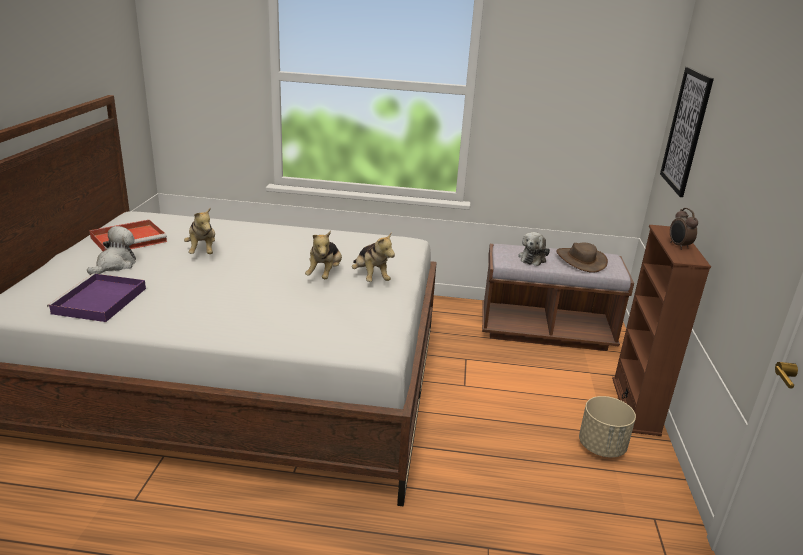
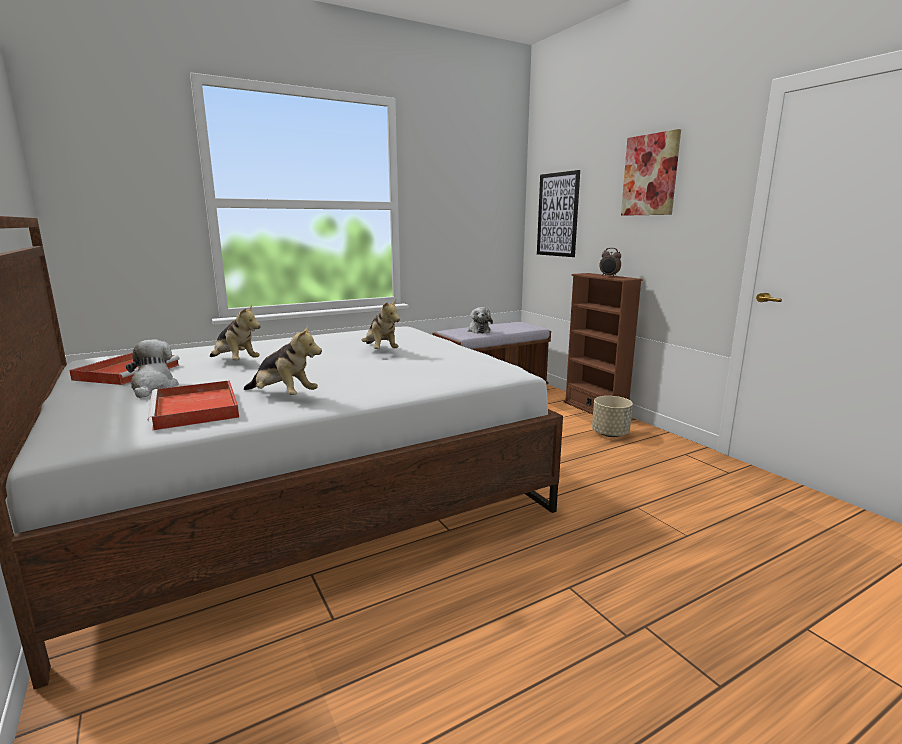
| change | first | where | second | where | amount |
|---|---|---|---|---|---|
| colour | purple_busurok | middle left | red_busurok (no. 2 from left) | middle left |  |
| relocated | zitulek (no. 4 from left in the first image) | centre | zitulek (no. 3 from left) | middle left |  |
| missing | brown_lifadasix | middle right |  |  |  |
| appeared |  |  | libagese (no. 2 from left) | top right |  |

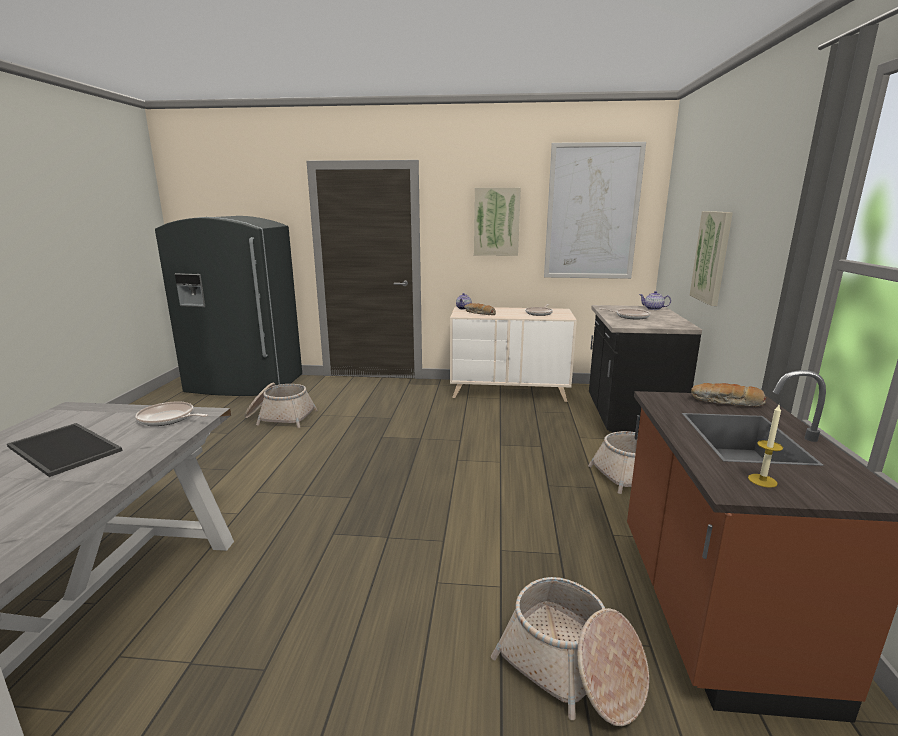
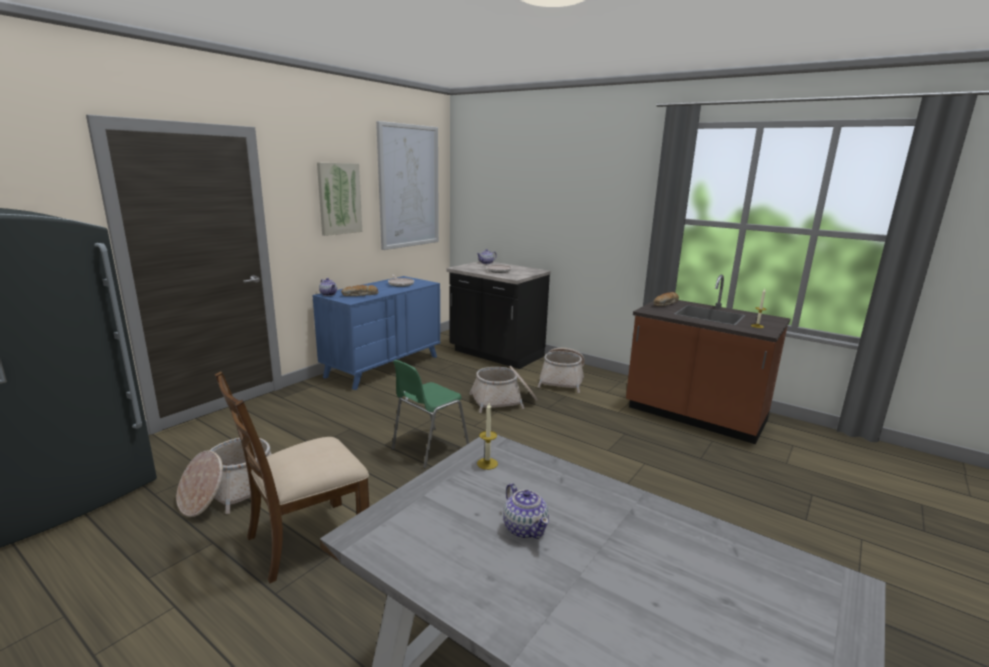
| change | first | where | second | where | amount |
|---|---|---|---|---|---|
| exchanged | busurok | middle left | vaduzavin (no. 3 from left) | bottom centre |  |
| exchanged | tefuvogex (no. 1 from left) | middle left | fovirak (no. 1 from left) | centre |  |
| colour | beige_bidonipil | centre | blue_bidonipil | centre |  |
| relocated | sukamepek (no. 2 from left) | bottom centre |  | centre |  |
| missing | libagese (no. 3 from left) | middle right |  |  |  |
| appeared |  |  | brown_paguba | bottom left |  |
| appeared |  |  | green_paguba | centre |  |

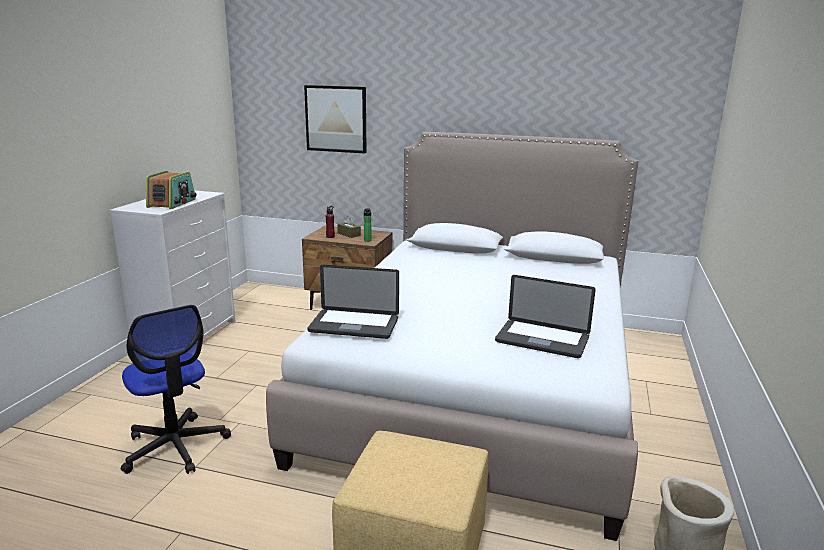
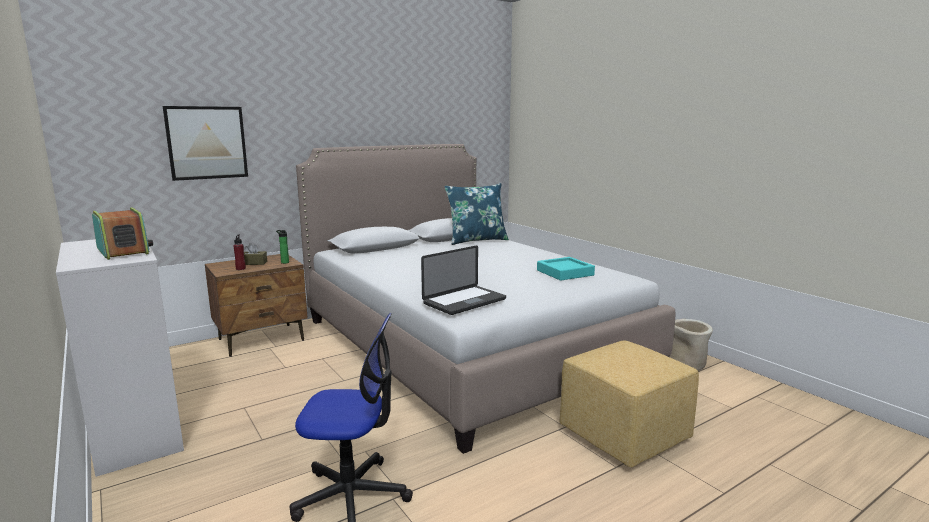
| change | first | where | second | where | amount |
|---|---|---|---|---|---|
| exchanged | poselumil (no. 2 from left) | centre | turquoise_busurok | centre |  |
| appeared |  |  | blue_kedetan | centre |  |

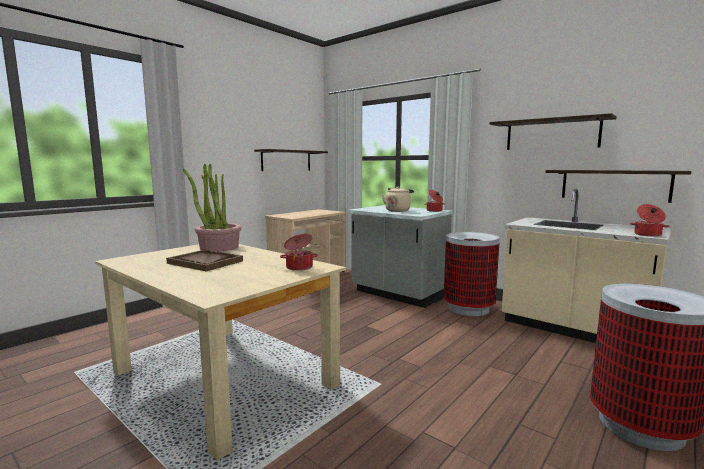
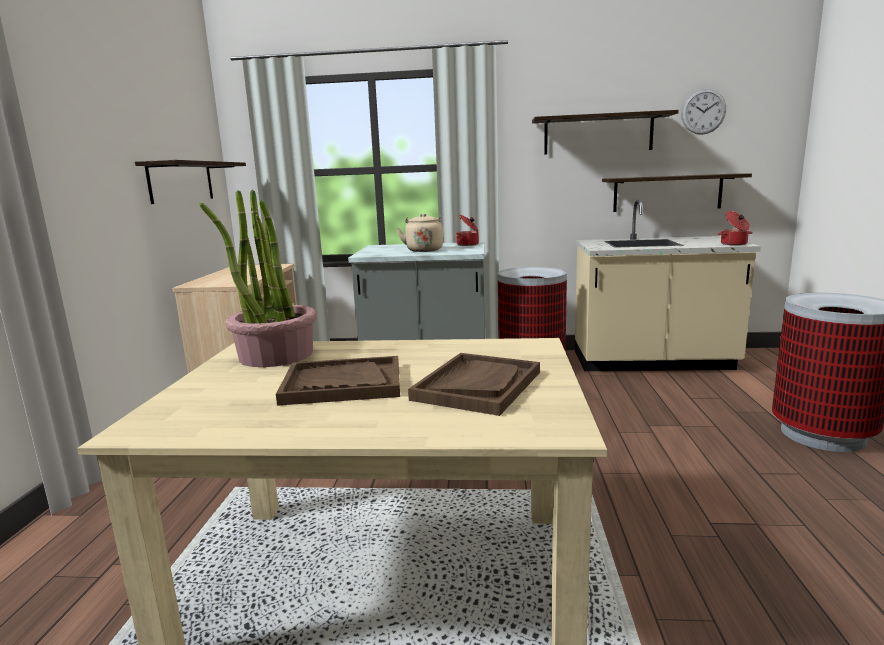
| change | first | where | second | where | amount |
|---|---|---|---|---|---|
| missing | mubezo (no. 1 from left) | centre |  |  |  |
| appeared |  |  | brown_busurok (no. 2 from left) | centre |  |
| appeared |  |  | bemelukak | top right |  |

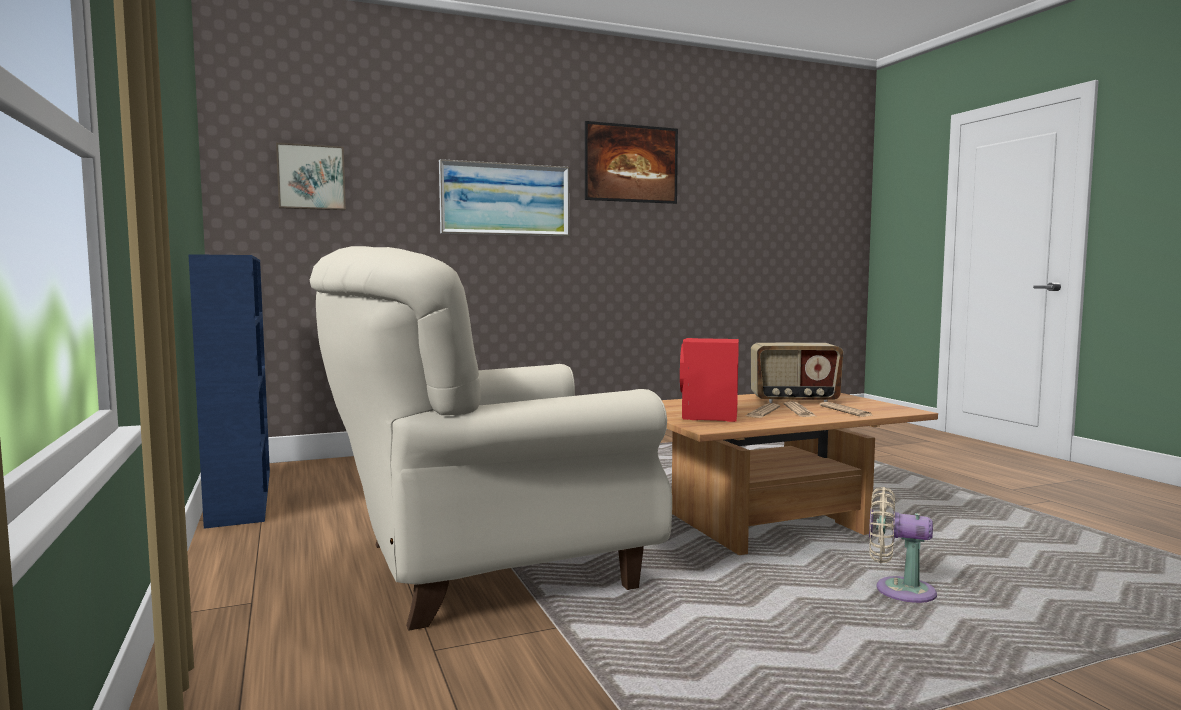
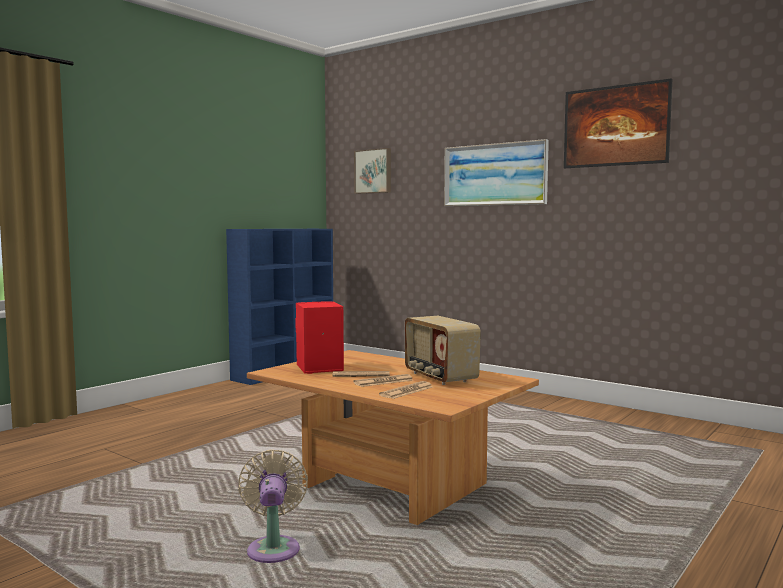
| change | first | where | second | where | amount |
|---|---|---|---|---|---|
| missing | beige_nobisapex | centre |  |  |  |

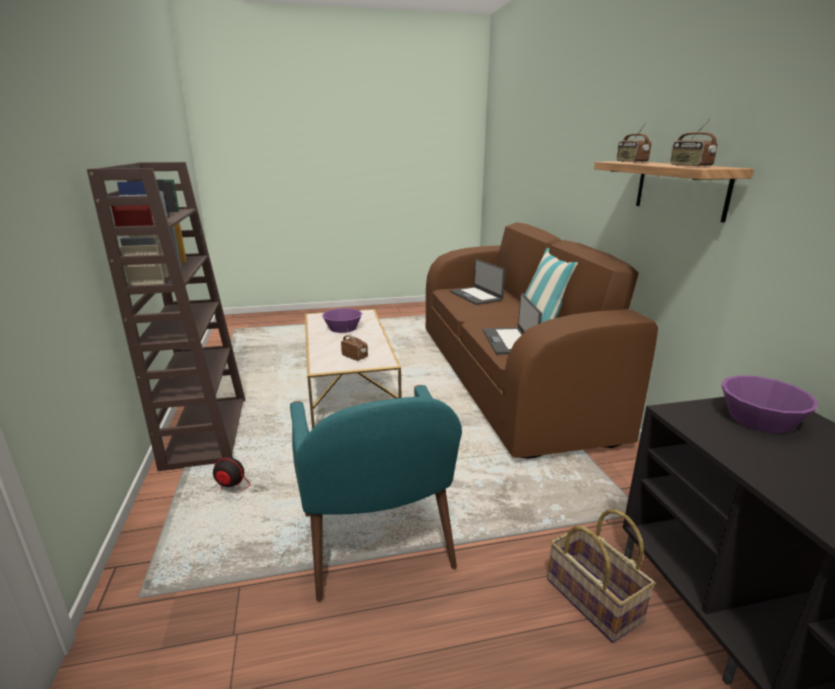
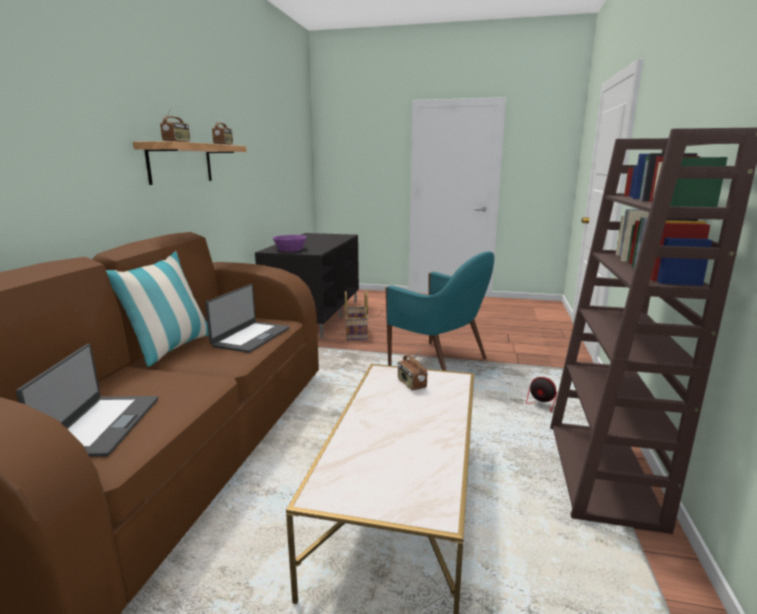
| change | first | where | second | where | amount |
|---|---|---|---|---|---|
| spun | turquoise_nobisapex | bottom centre |  | centre | 120 degrees clockwise |
| missing | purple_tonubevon (no. 1 from left) | centre |  |  |  |

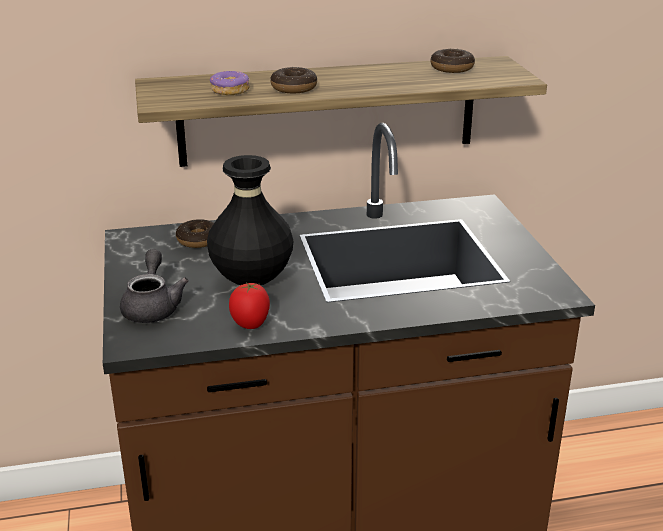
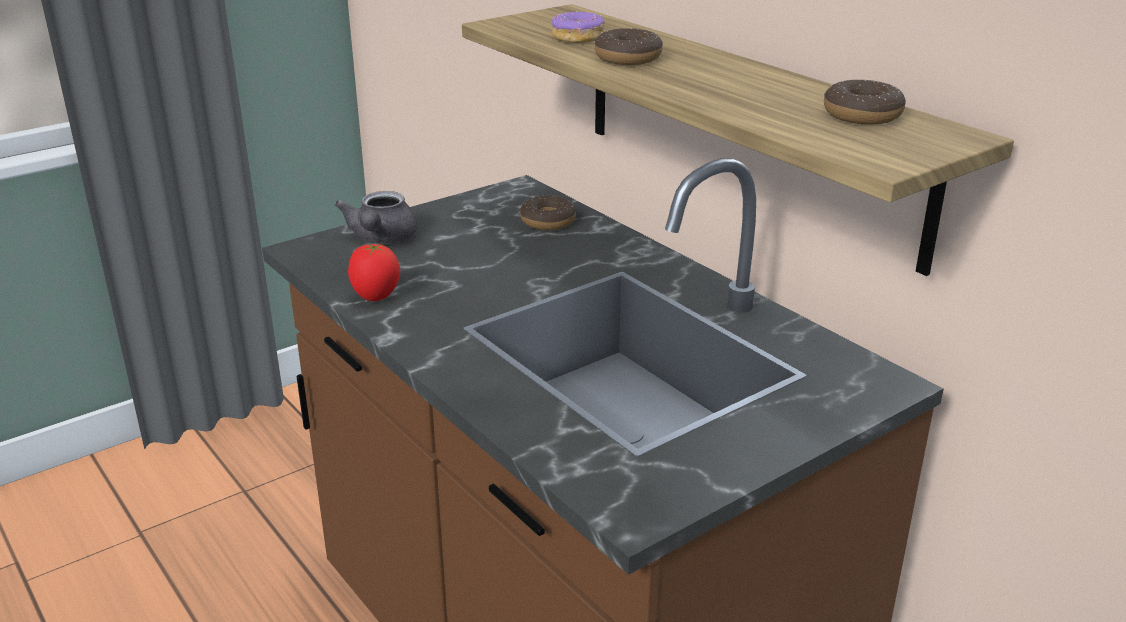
| change | first | where | second | where | amount |
|---|---|---|---|---|---|
| spun | grey_vaduzavin | middle left |  | centre | 120 degrees clockwise |
| missing | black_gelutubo | centre |  |  |  |

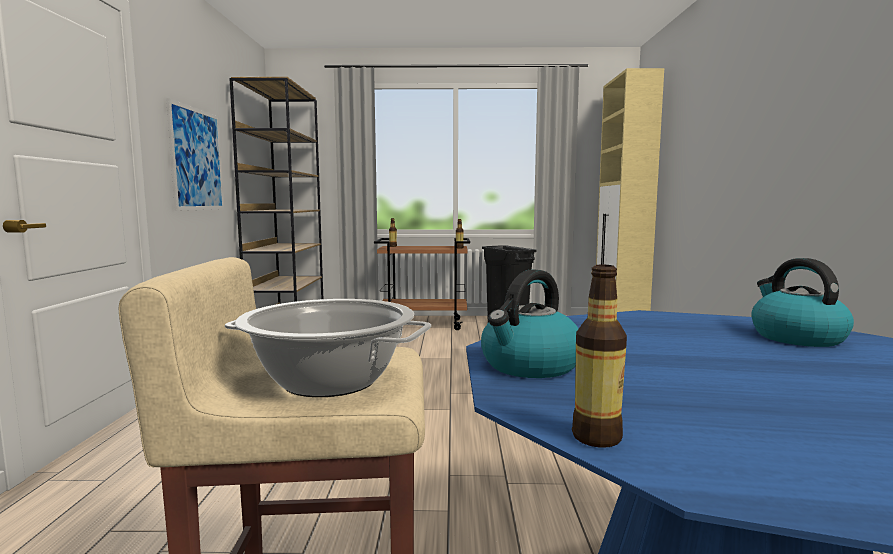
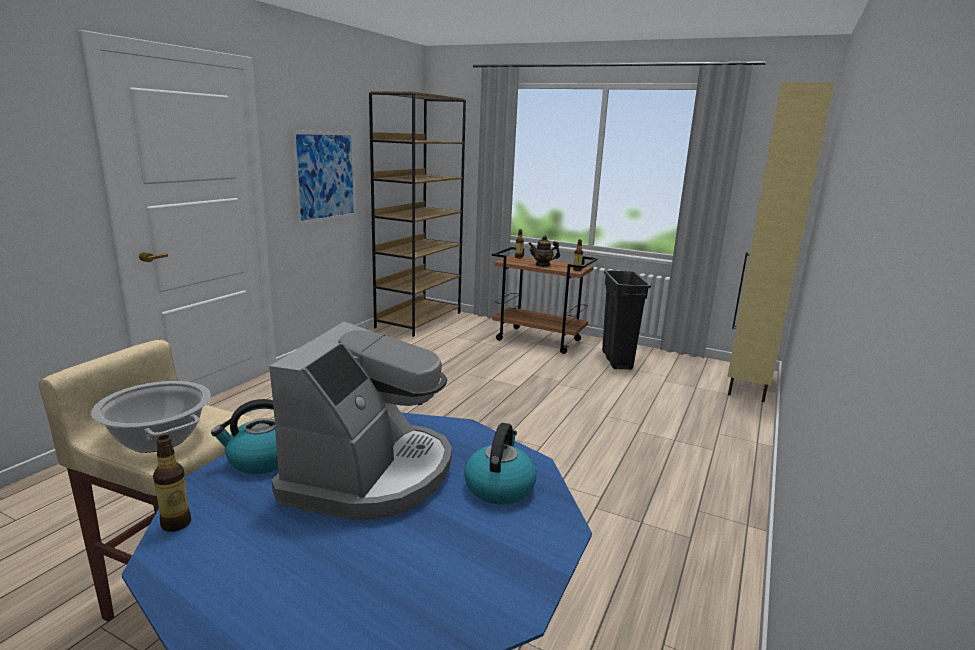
| change | first | where | second | where | amount |
|---|---|---|---|---|---|
| appeared |  |  | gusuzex | centre |  |
| appeared |  |  | vaduzavin | centre |  |

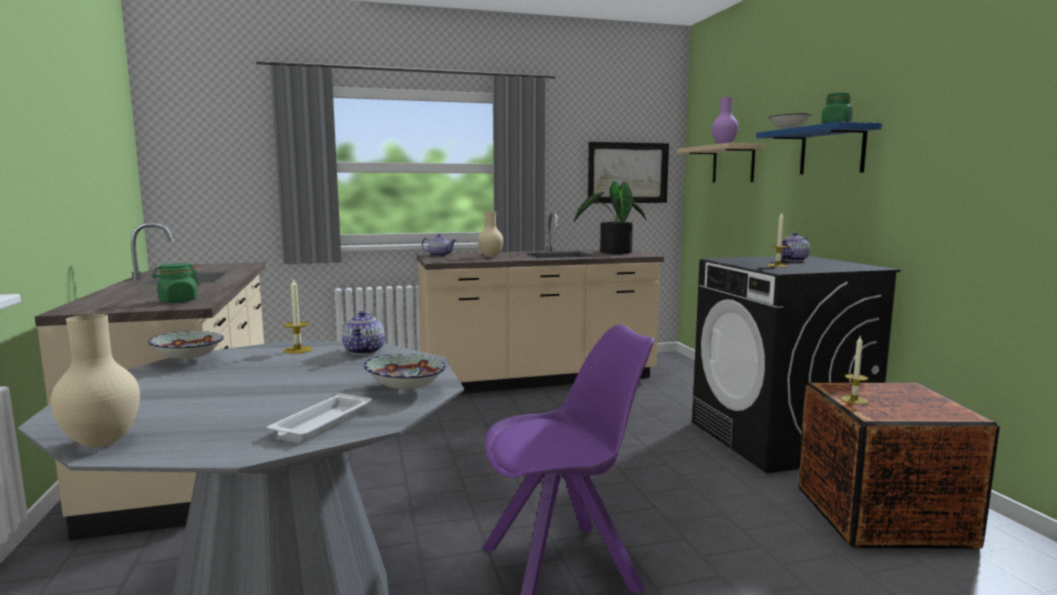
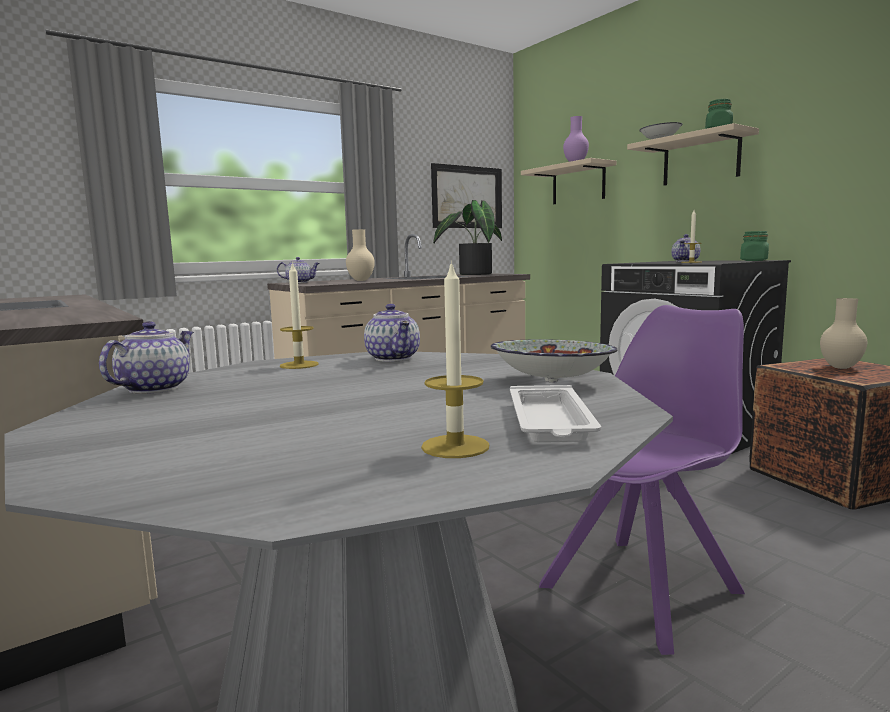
| change | first | where | second | where | amount |
|---|---|---|---|---|---|
| relocated | beige_gelutubo (no. 1 from left in the first image) | middle left | beige_gelutubo (no. 2 from left) | middle right |  |
| exchanged | tonubevon (no. 1 from left) | middle left | vaduzavin (no. 1 from left) | middle left |  |
| relocated | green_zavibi (no. 1 from left in the first image) | middle left | green_zavibi (no. 2 from left) | middle right |  |
| colour | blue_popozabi | top right | beige_popozabi (no. 2 from left) | top right |  |
| relocated | fovirak (no. 3 from left in the first image) | middle right | fovirak (no. 2 from left) | centre |  |

